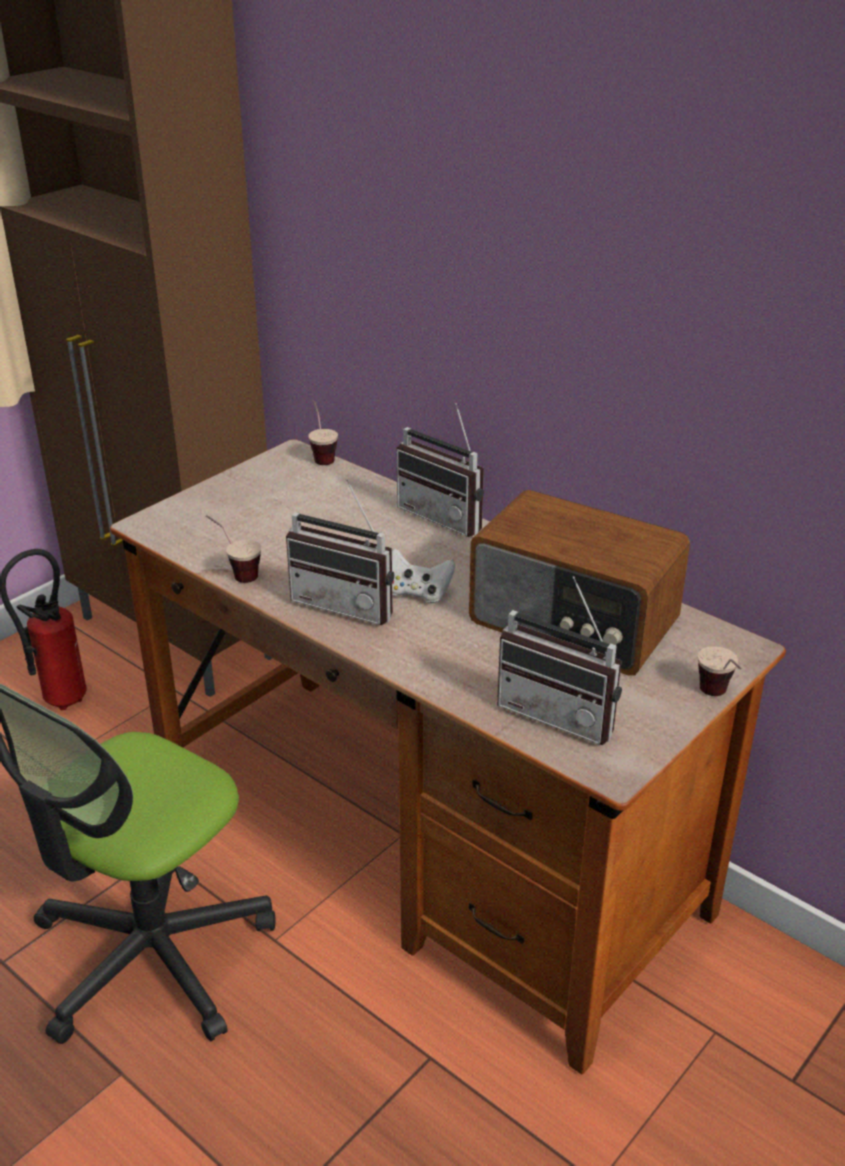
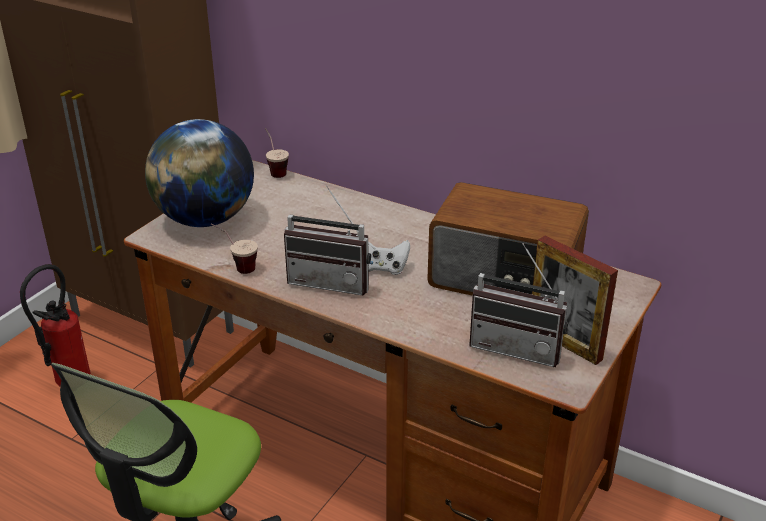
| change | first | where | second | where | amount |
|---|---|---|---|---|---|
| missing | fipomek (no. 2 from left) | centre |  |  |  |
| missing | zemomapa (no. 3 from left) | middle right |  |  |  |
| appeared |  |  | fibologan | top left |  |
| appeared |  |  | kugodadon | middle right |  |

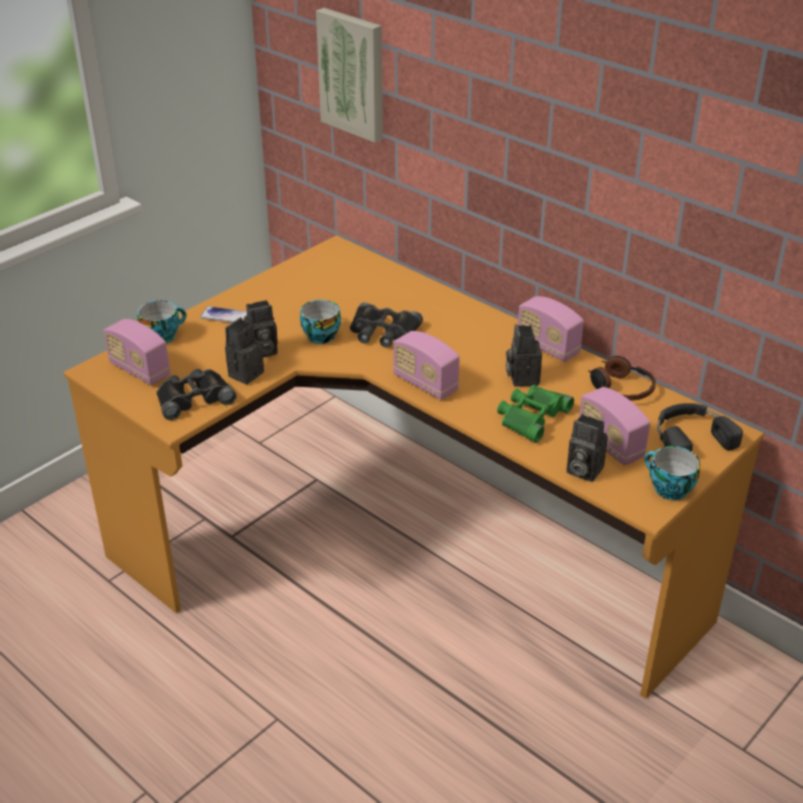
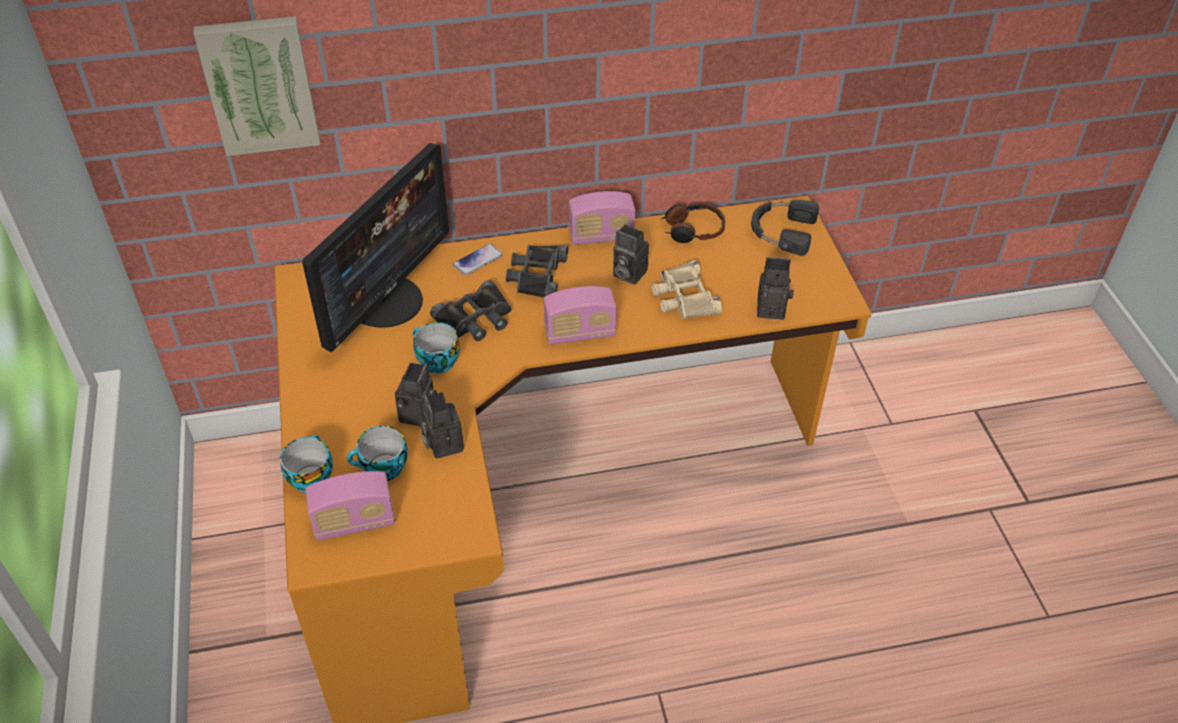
| change | first | where | second | where | amount |
|---|---|---|---|---|---|
| relocated | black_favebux (no. 1 from left in the first image) | middle left | black_favebux (no. 2 from left) | centre |  |
| relocated | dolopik | middle left |  | centre |  |
| colour | green_favebux | centre | beige_favebux | centre |  |
| spun | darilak (no. 4 from left) | middle right |  | centre | 150 degrees counterclockwise |
| missing | fipomek (no. 4 from left) | middle right |  |  |  |
| relocated | zemomapa (no. 3 from left in the first image) | middle right | zemomapa (no. 2 from left) | middle left |  |
| appeared |  |  | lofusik | middle left |  |

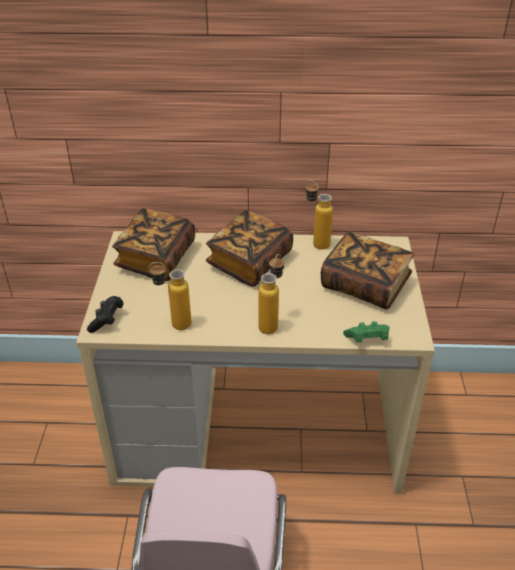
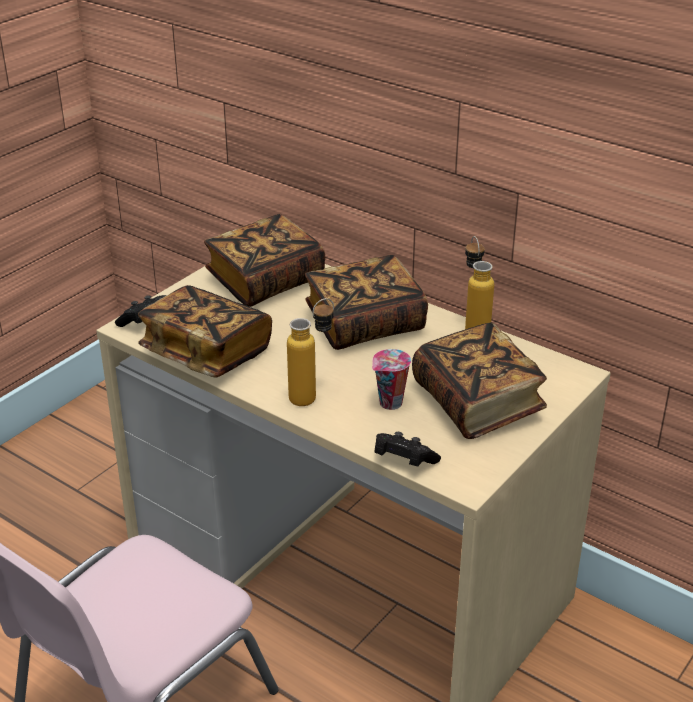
| change | first | where | second | where | amount |
|---|---|---|---|---|---|
| exchanged | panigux (no. 1 from left) | middle left | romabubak (no. 1 from left) | middle left |  |
| colour | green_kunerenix | middle right | black_kunerenix (no. 2 from left) | centre |  |
| appeared |  |  | zemomapa | centre |  |

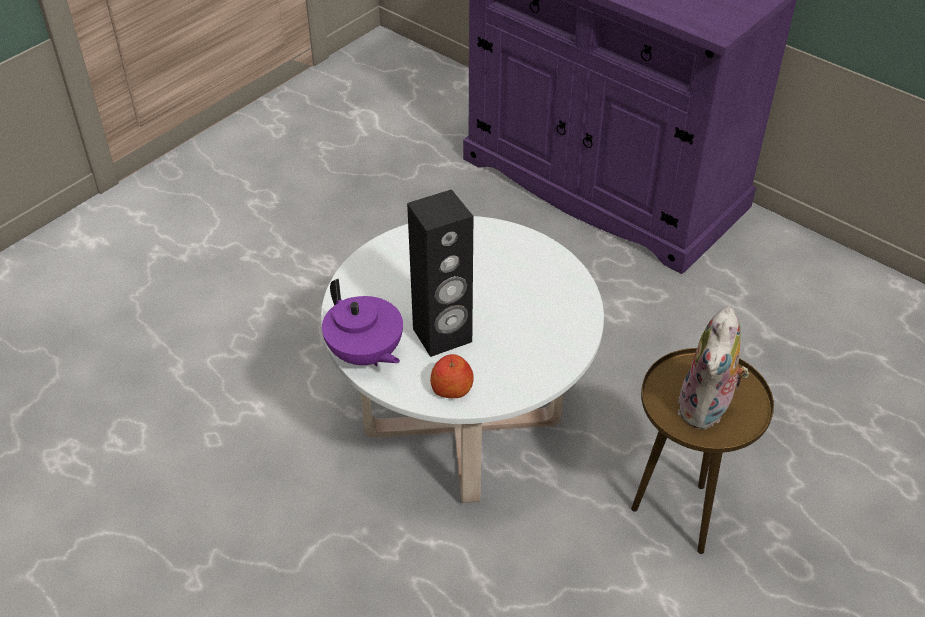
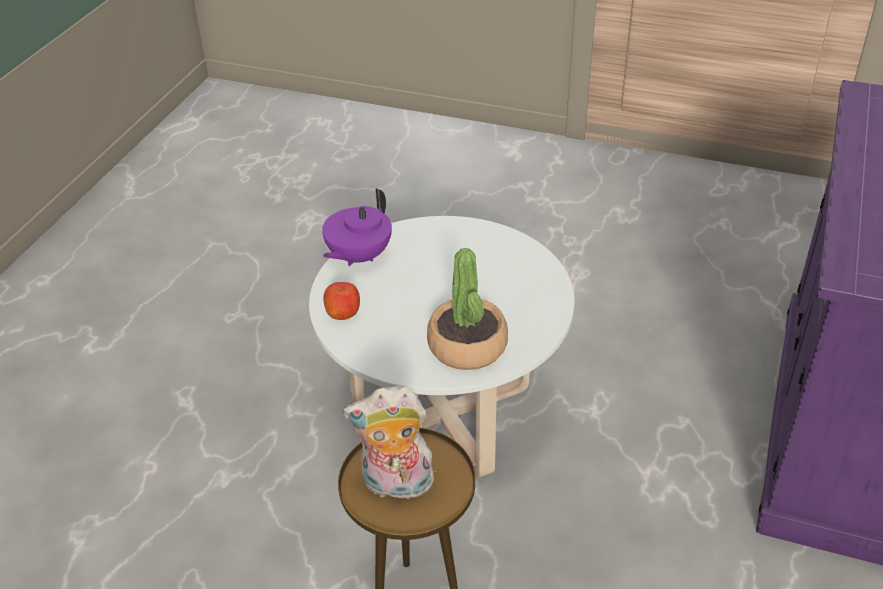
| change | first | where | second | where | amount |
|---|---|---|---|---|---|
| missing | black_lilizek | centre |  |  |  |
| appeared |  |  | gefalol | centre |  |

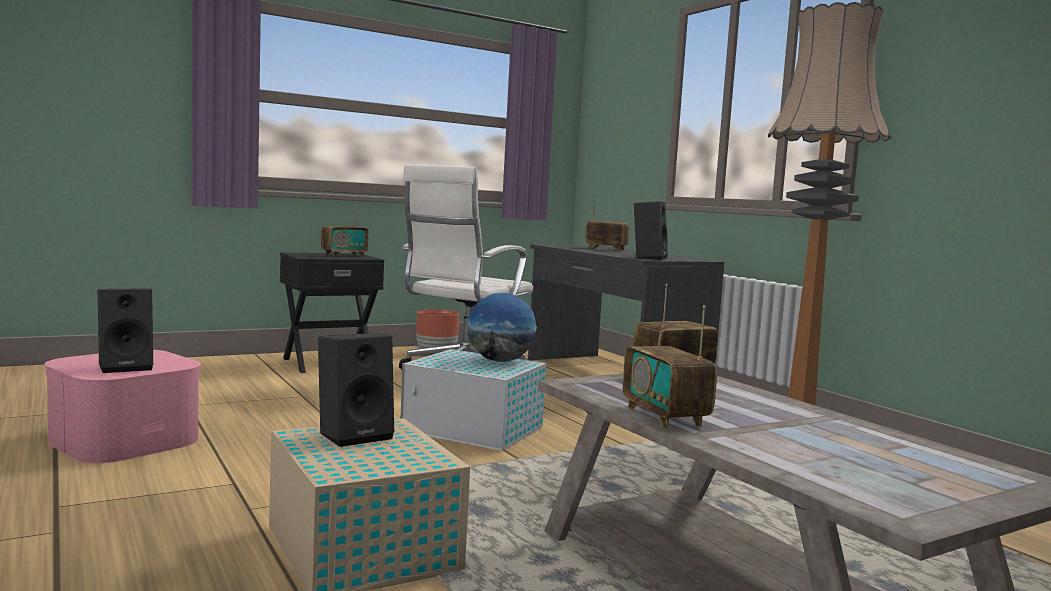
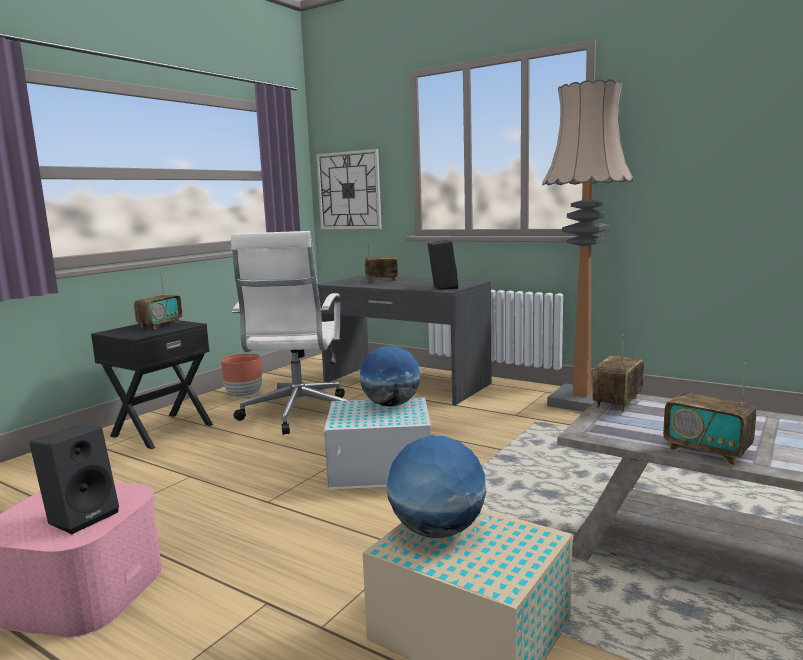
| change | first | where | second | where | amount |
|---|---|---|---|---|---|
| exchanged | black_lilizek (no. 2 from left) | centre | fibologan (no. 2 from left) | bottom centre |  |
| appeared |  |  | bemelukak | top centre |  |

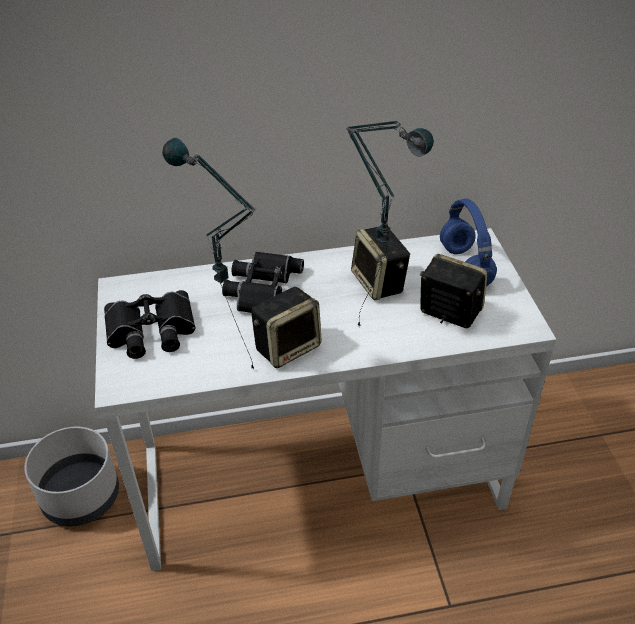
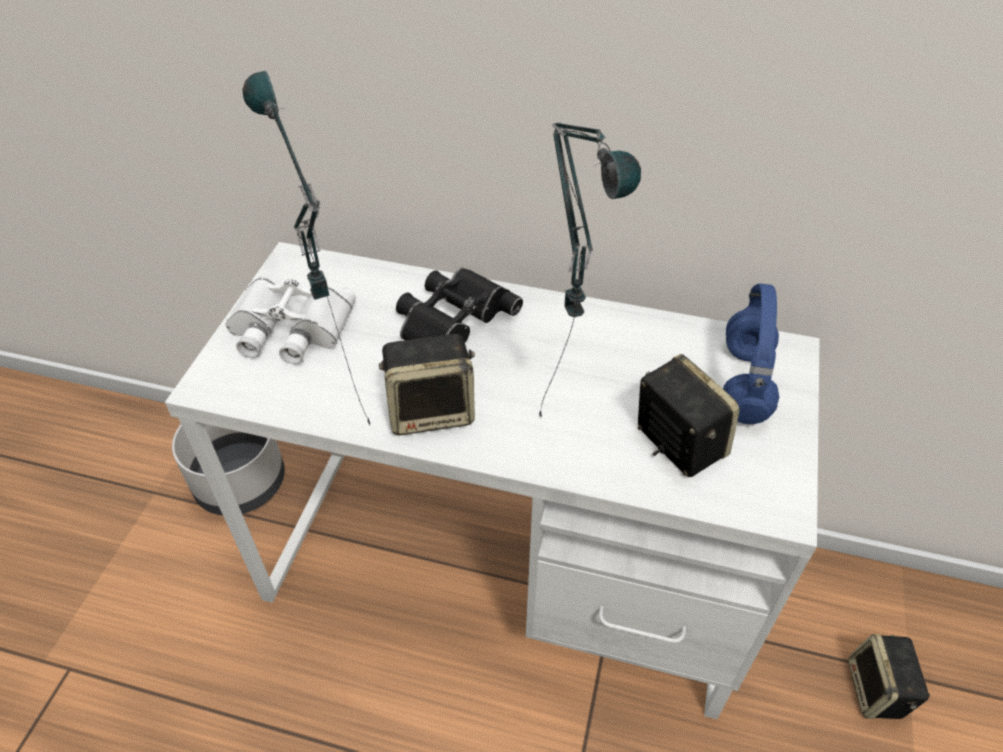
| change | first | where | second | where | amount |
|---|---|---|---|---|---|
| colour | black_favebux (no. 1 from left) | middle left | white_favebux | middle left |  |
| relocated | lilizek (no. 2 from left in the first image) | centre | lilizek (no. 3 from left) | bottom right |  |

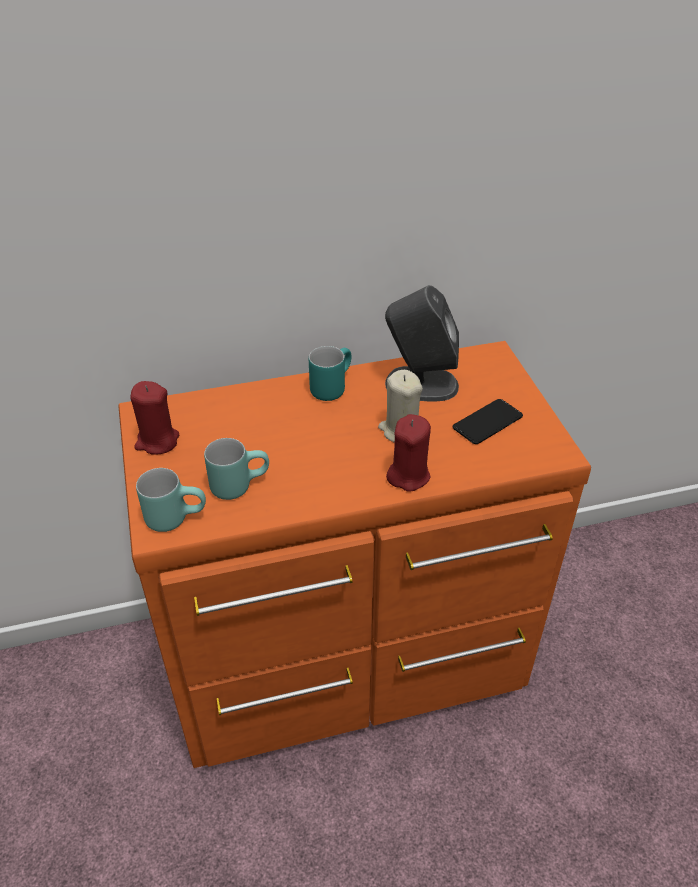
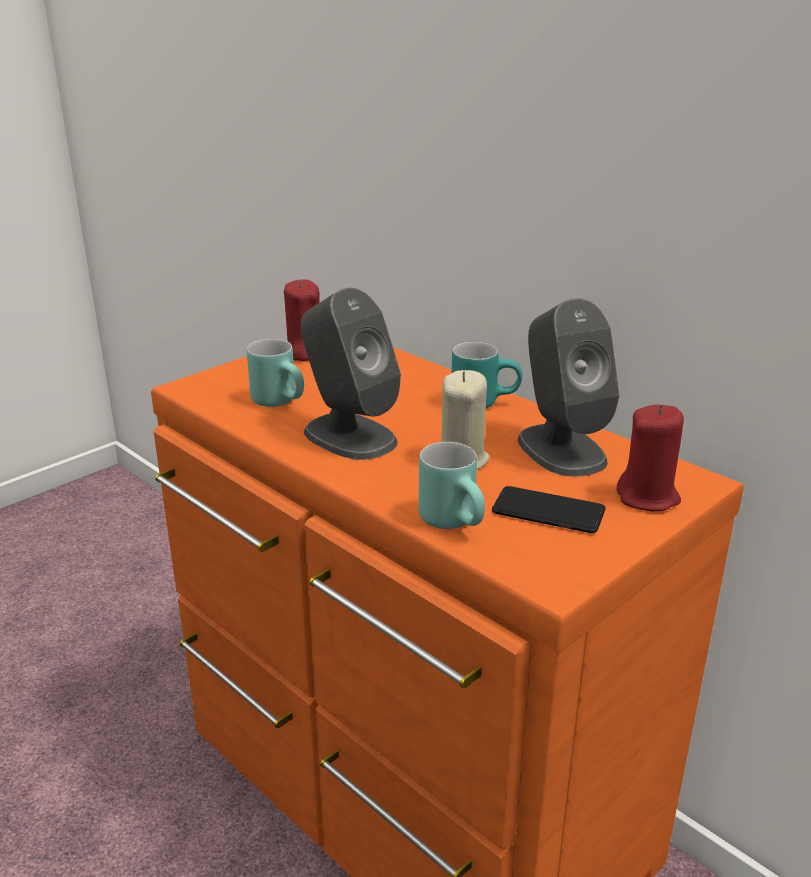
| change | first | where | second | where | amount |
|---|---|---|---|---|---|
| relocated | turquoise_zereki (no. 1 from left in the first image) | middle left | turquoise_zereki (no. 2 from left) | centre |  |
| relocated | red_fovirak (no. 2 from left) | centre |  | middle right |  |
| appeared |  |  | grey_lilizek (no. 1 from left) | centre |  |

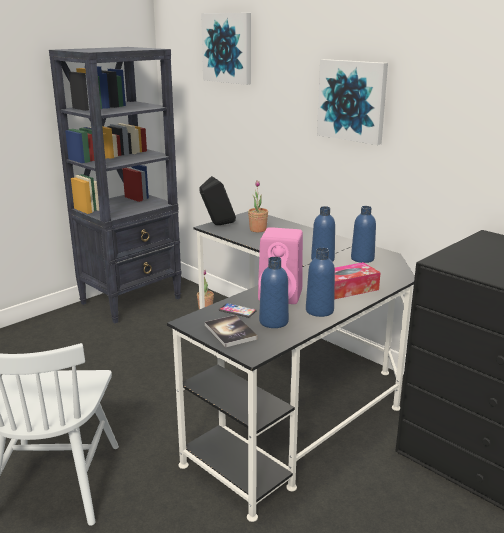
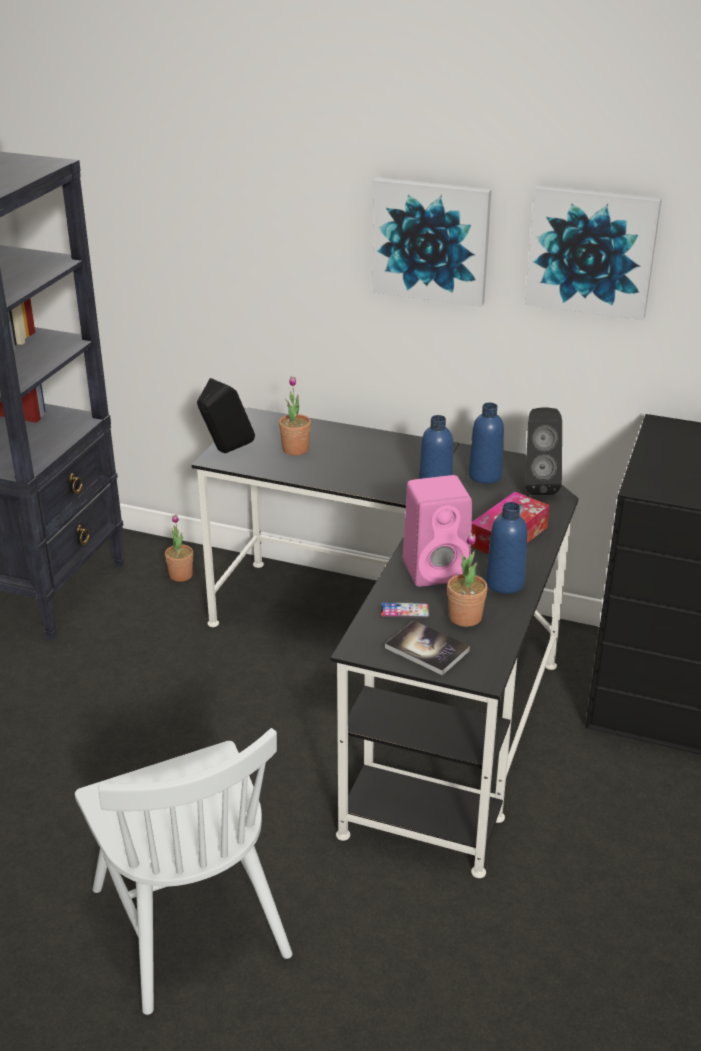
| change | first | where | second | where | amount |
|---|---|---|---|---|---|
| relocated | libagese (no. 1 from left in the first image) | top centre | libagese (no. 2 from left) | top right |  |
| exchanged | blue_panigux (no. 1 from left) | centre | gefalol (no. 3 from left) | centre |  |
| appeared |  |  | black_lilizek (no. 2 from left) | middle right |  |

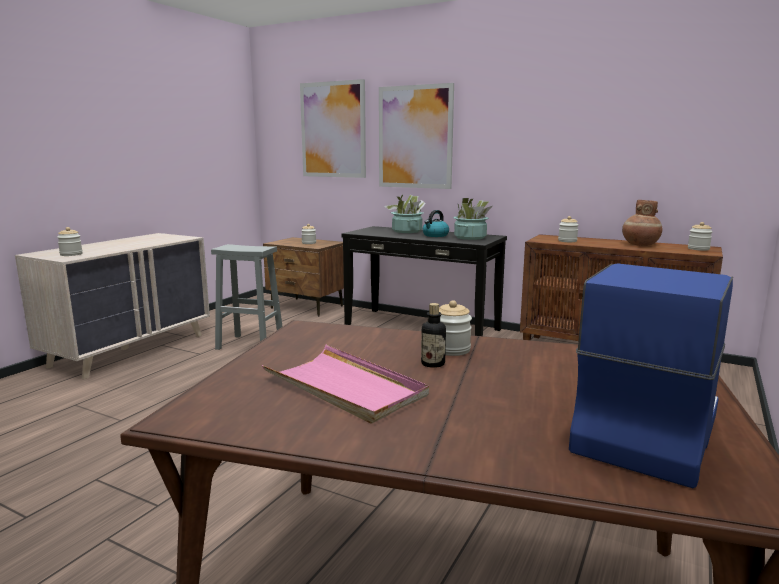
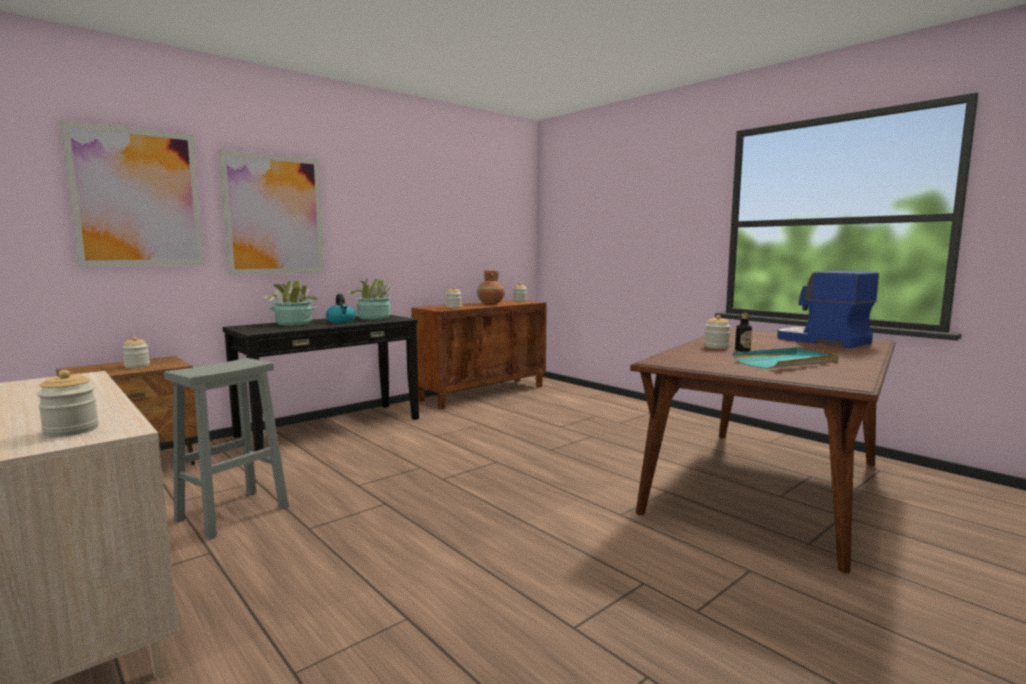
| change | first | where | second | where | amount |
|---|---|---|---|---|---|
| colour | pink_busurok | centre | turquoise_busurok | middle right |  |

